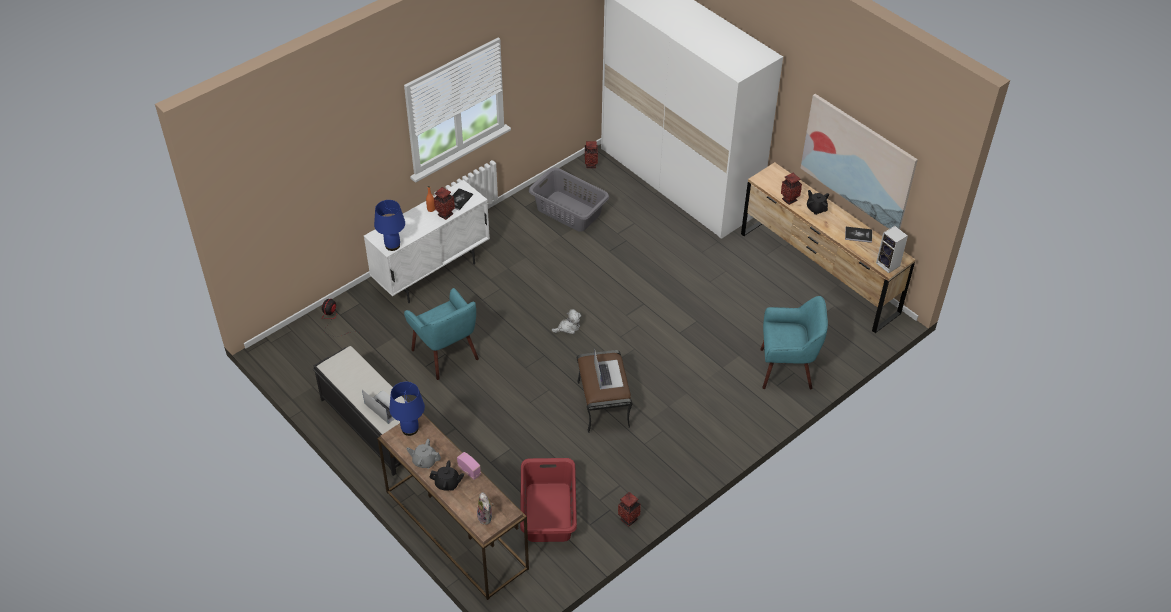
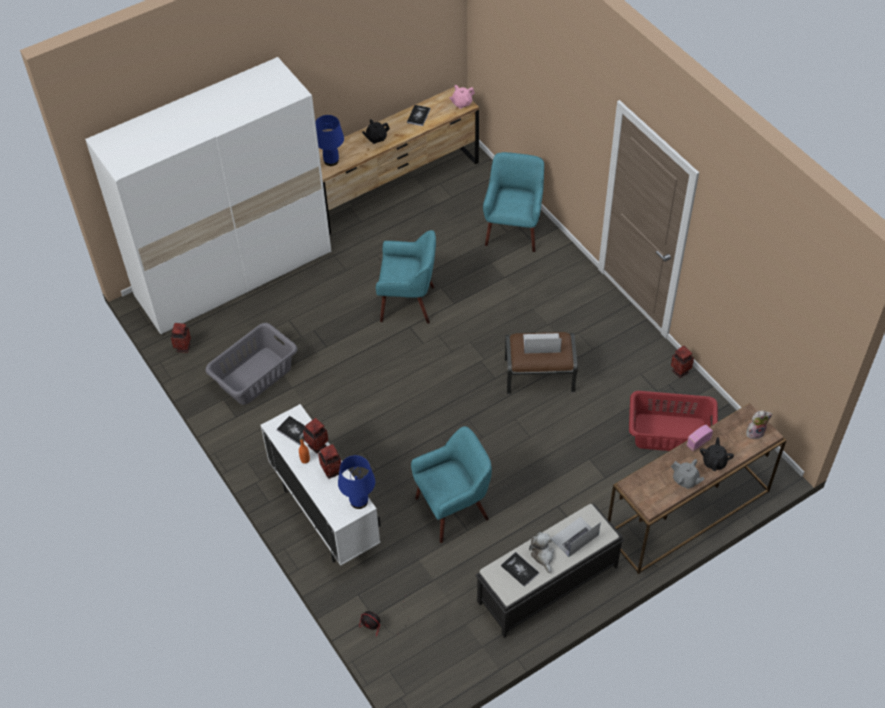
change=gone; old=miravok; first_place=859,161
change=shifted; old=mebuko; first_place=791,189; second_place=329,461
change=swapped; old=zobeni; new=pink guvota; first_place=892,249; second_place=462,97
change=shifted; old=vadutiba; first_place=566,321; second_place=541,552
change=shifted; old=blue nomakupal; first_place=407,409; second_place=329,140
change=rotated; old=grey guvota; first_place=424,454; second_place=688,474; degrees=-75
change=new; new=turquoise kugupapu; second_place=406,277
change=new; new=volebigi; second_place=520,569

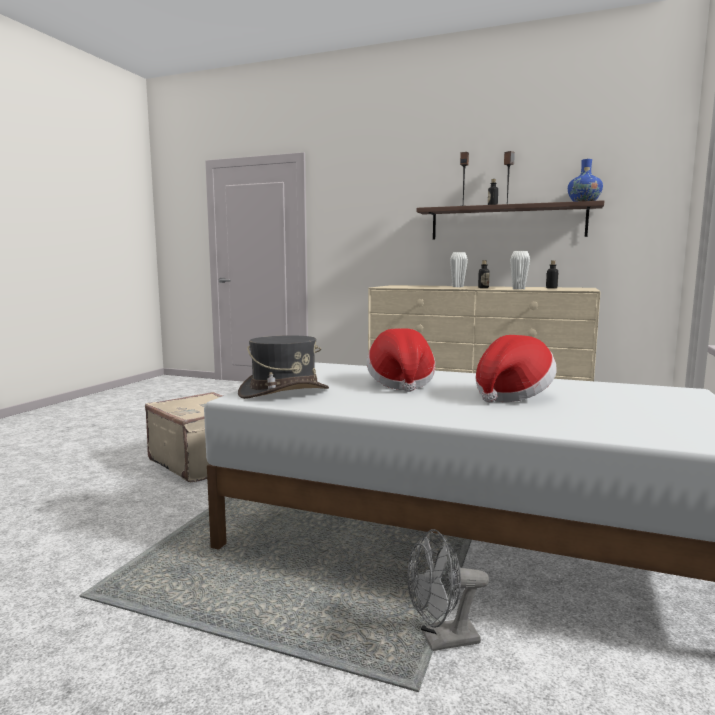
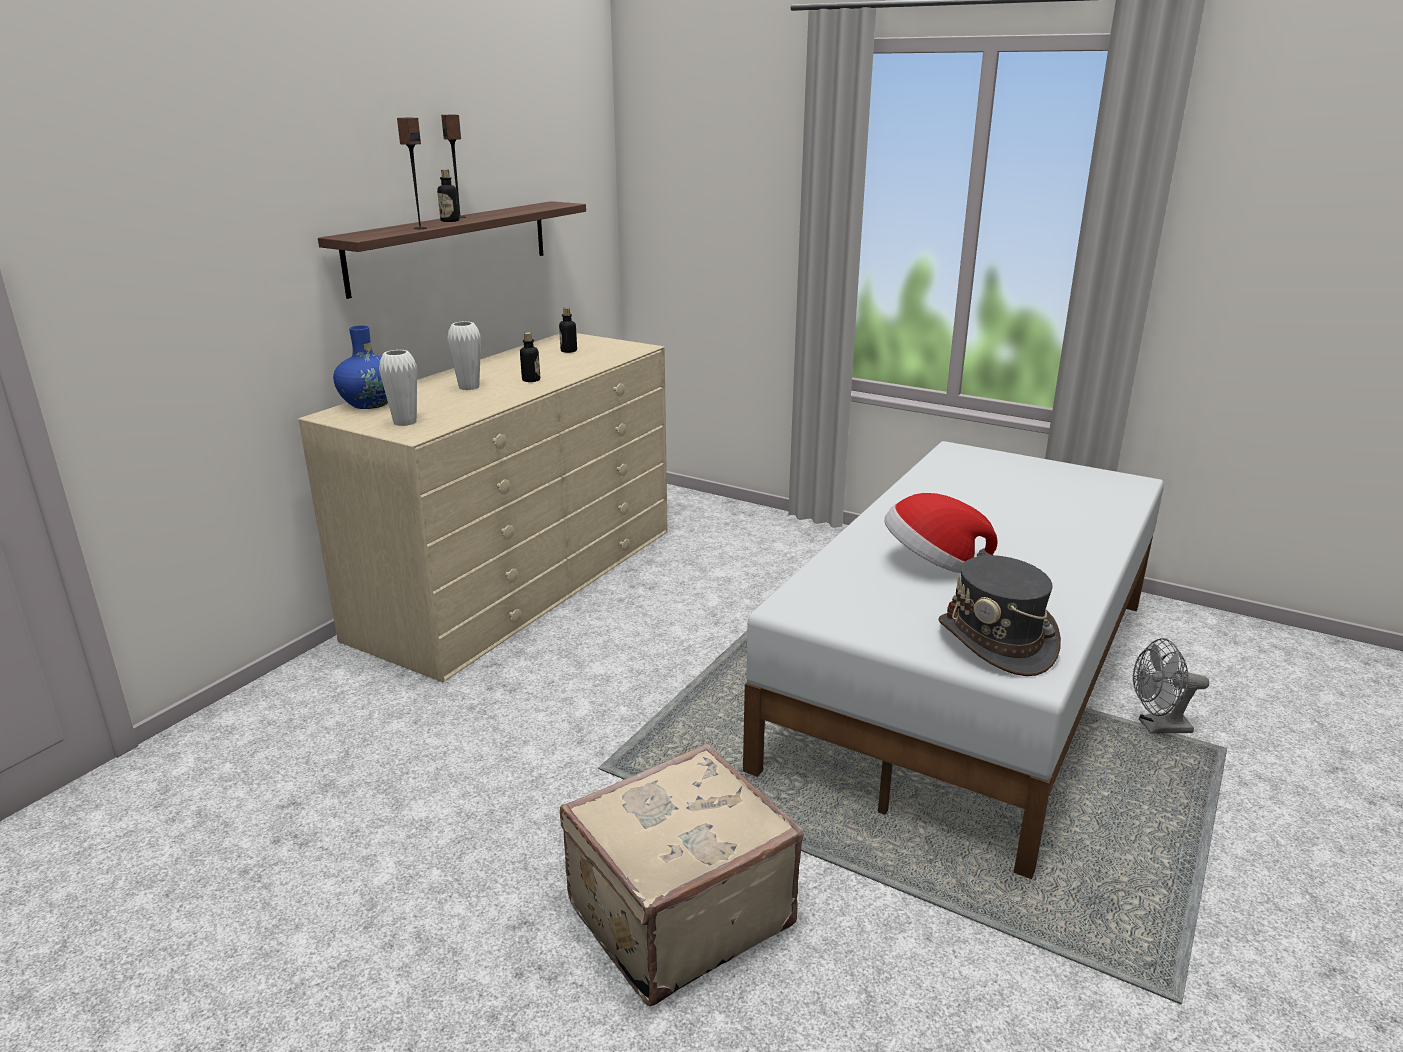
change=shifted; old=blue mebuko; first_place=585,180; second_place=360,367
change=shifted; old=white mebuko; first_place=520,270; second_place=398,388
change=gone; old=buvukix; first_place=516,369
change=rotated; old=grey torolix; first_place=448,590; second_place=1171,686; degrees=90

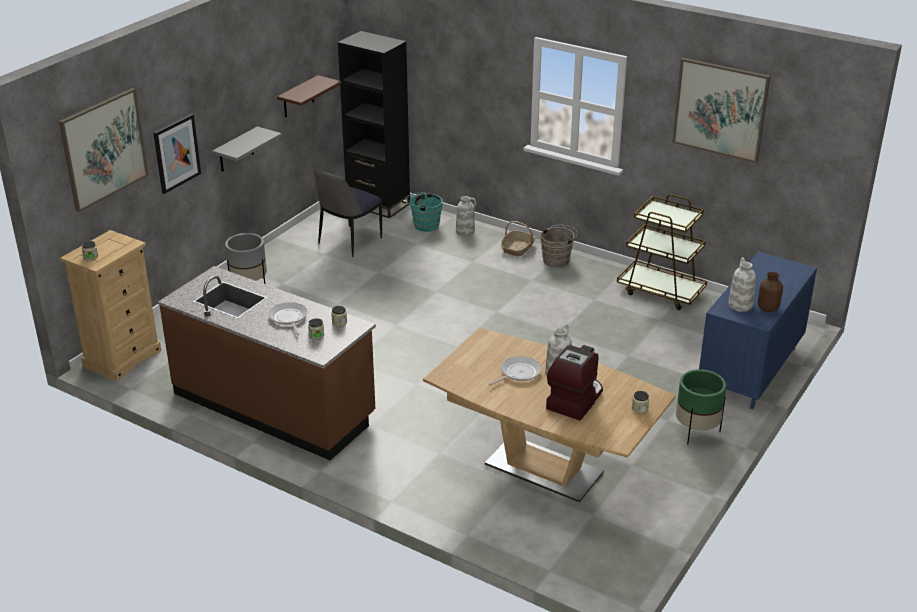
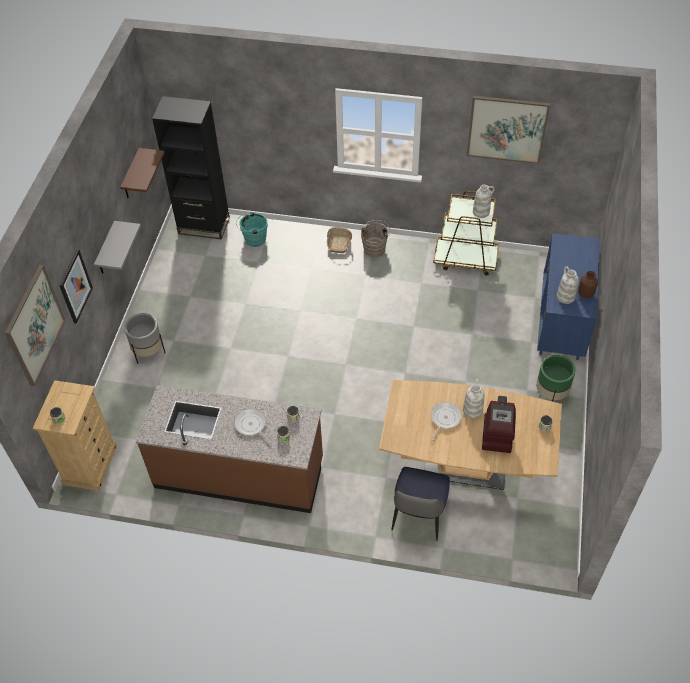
change=shifted; old=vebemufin; first_place=348,212; second_place=420,504
change=shifted; old=white mebuko; first_place=466,216; second_place=484,201

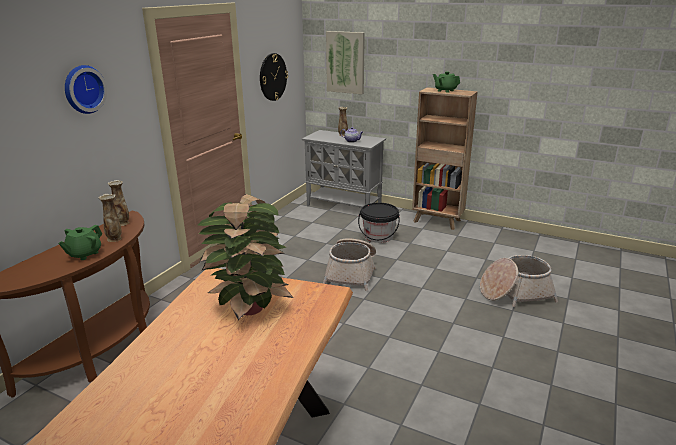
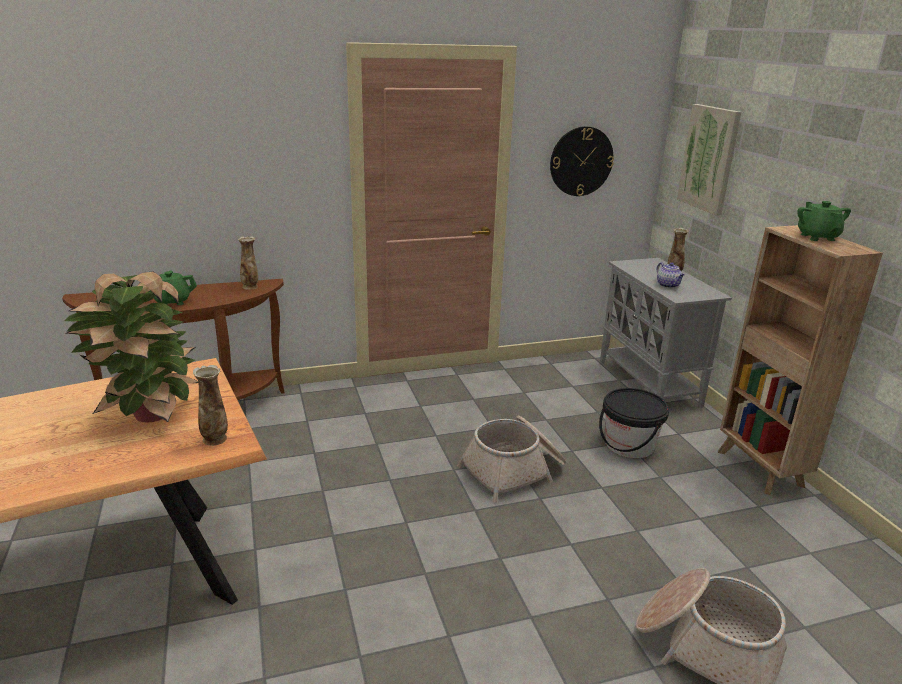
change=gone; old=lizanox; first_place=86,89
change=shifted; old=mebuko; first_place=110,218; second_place=210,405

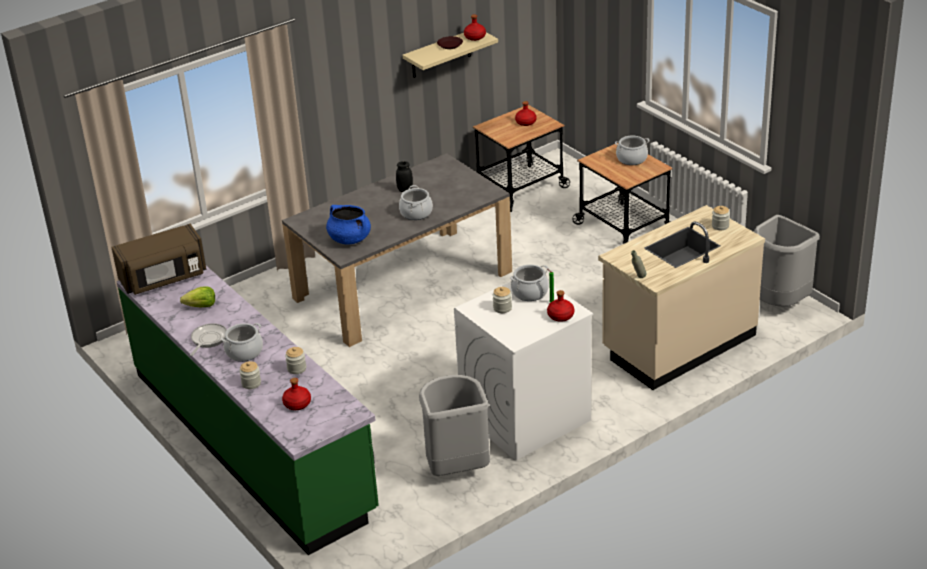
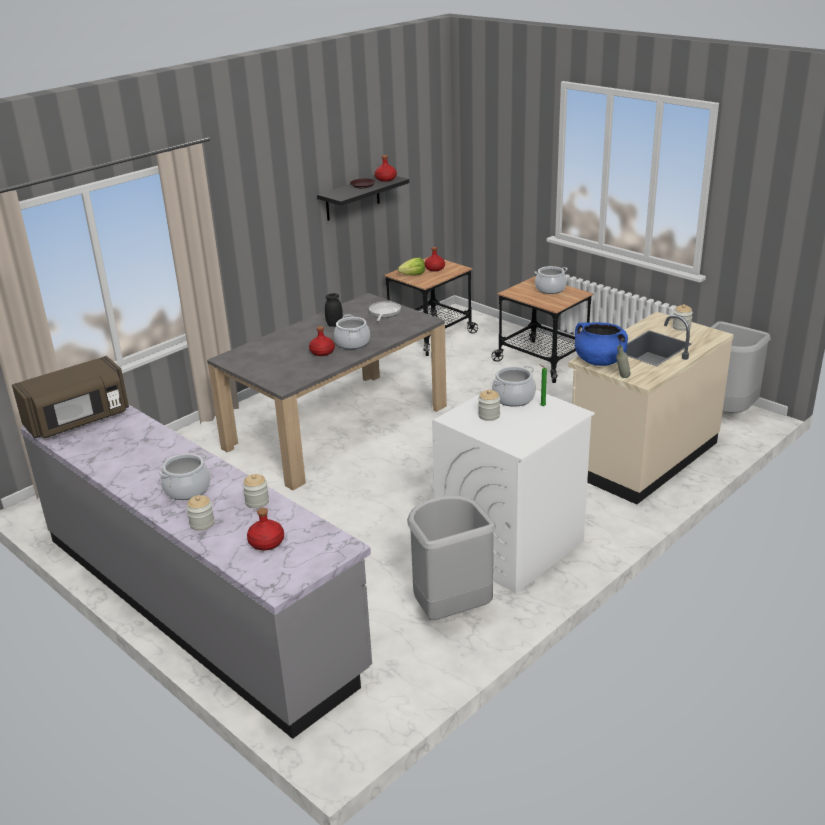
change=repainted; old=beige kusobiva; new=black kusobiva; first_place=450,55; second_place=363,198
change=shifted; old=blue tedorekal; first_place=348,225; second_place=601,344
change=repainted; old=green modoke; new=grey modoke; first_place=248,410; second_place=196,571
change=shifted; old=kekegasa; first_place=197,296; second_place=411,266
change=shifted; old=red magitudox; first_place=560,306; second_place=322,341
change=shifted; old=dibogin; first_place=208,339; second_place=385,311

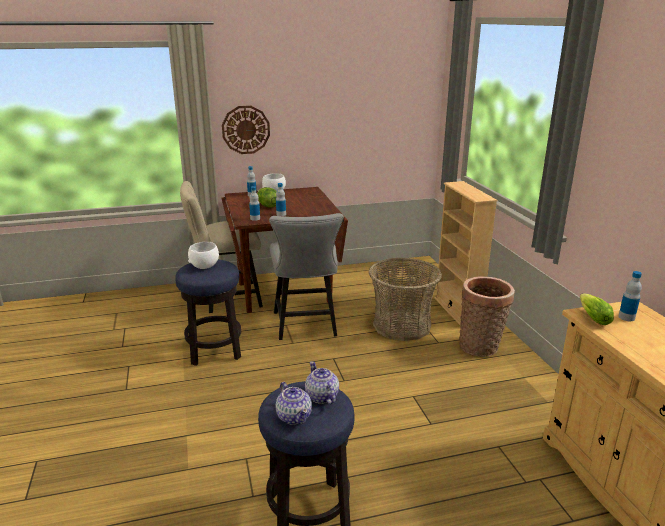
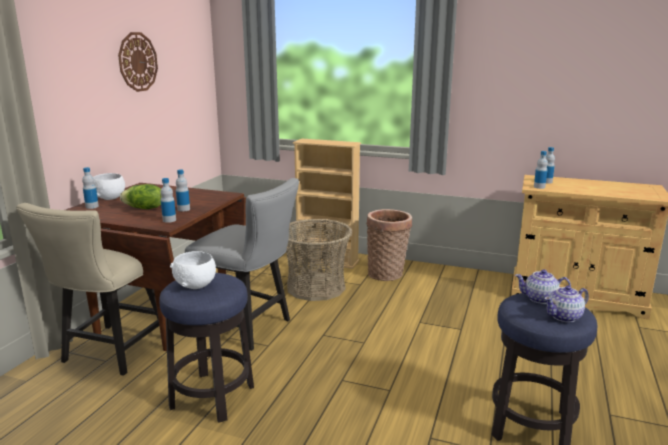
change=shifted; old=lizanox; first_place=246,130; second_place=138,62
change=swapped; old=kekegasa; new=magitudox; first_place=597,309; second_place=541,170
change=rotated; old=guvota; first_place=294,403; second_place=566,303; degrees=150

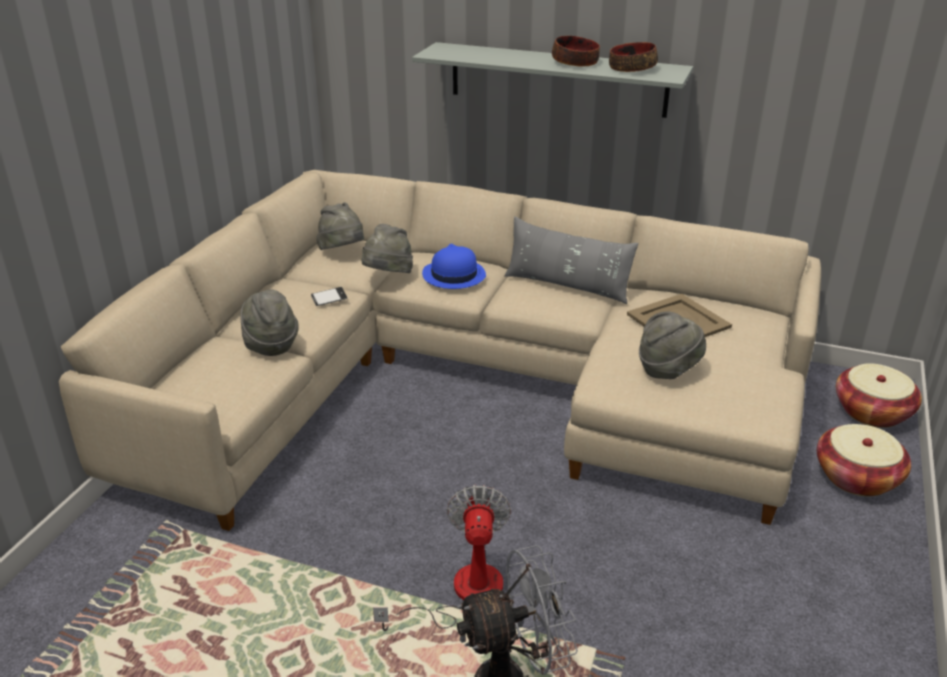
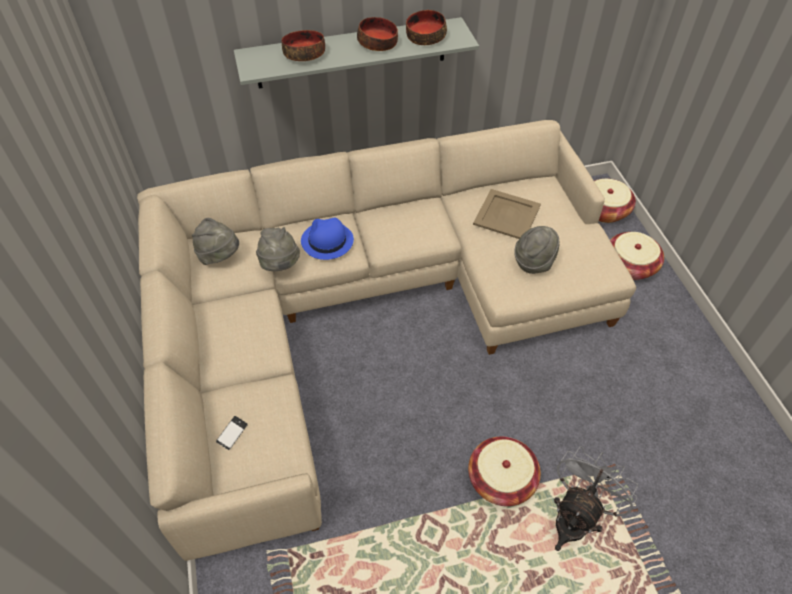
change=gone; old=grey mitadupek; first_place=571,260
change=shifted; old=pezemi; first_place=329,296; second_place=232,433
change=gone; old=grey buvukix; first_place=269,322
change=swapped; old=torolix; new=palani; first_place=442,558; second_place=504,471
change=new; new=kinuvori; second_place=303,45

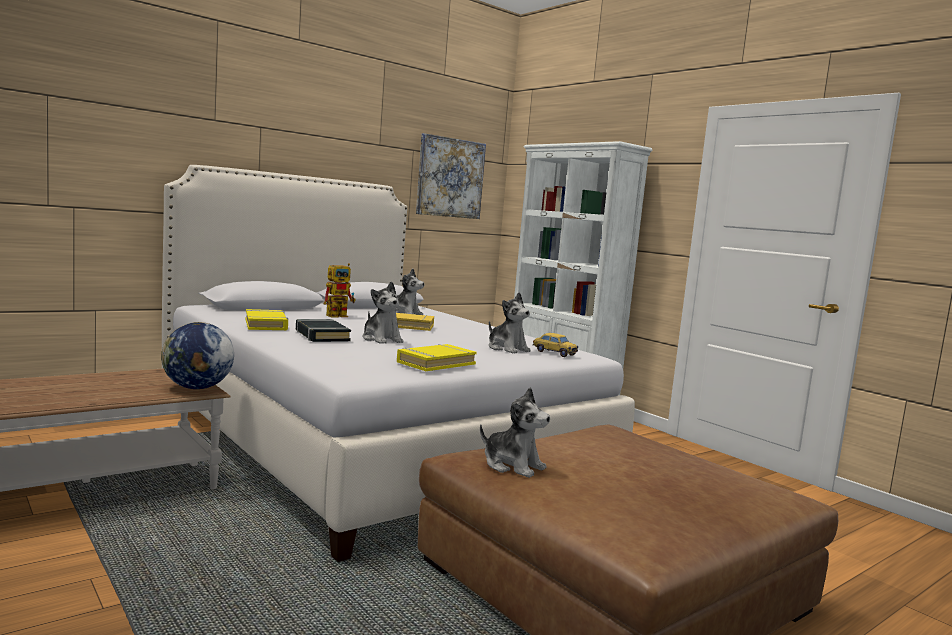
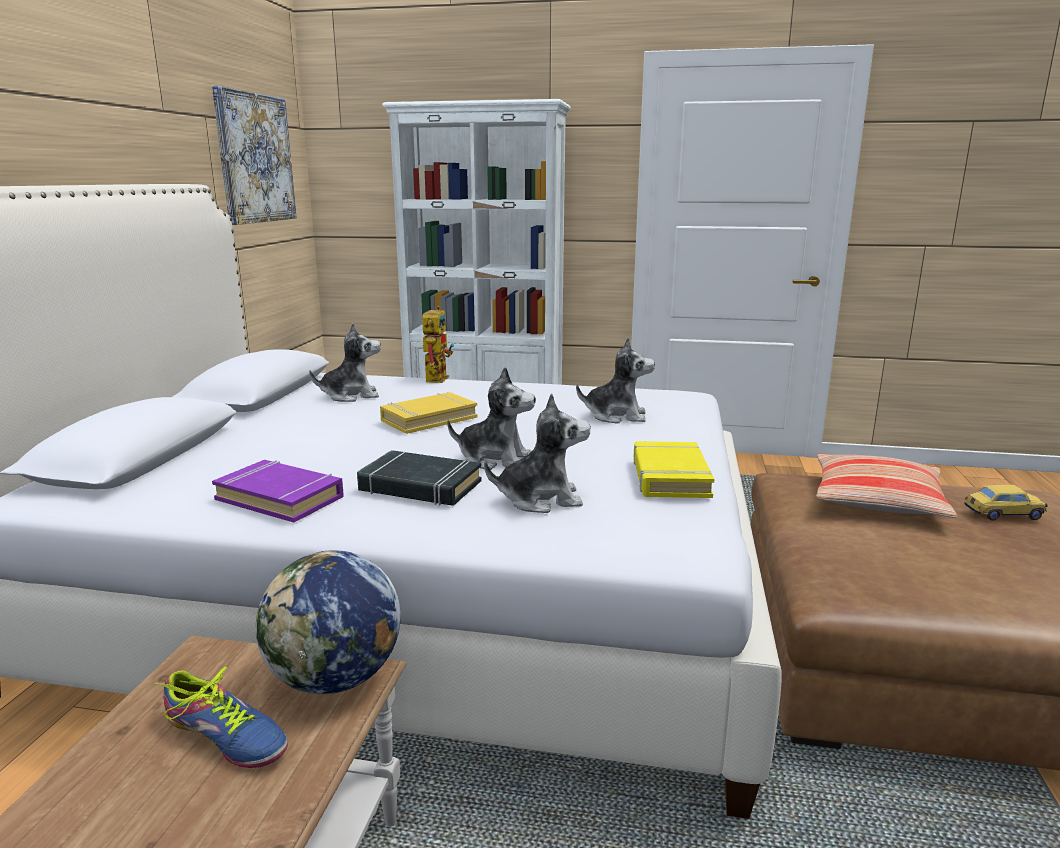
change=shifted; old=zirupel; first_place=340,290; second_place=438,344
change=repainted; old=yellow volebigi; new=purple volebigi; first_place=267,319; second_place=278,491
change=shifted; old=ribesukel; first_place=555,345; second_place=1006,503
change=shifted; old=vadutiba; first_place=515,432; second_place=537,453
change=new; new=mitadupek; second_place=886,486
change=new; new=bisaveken; second_place=221,717

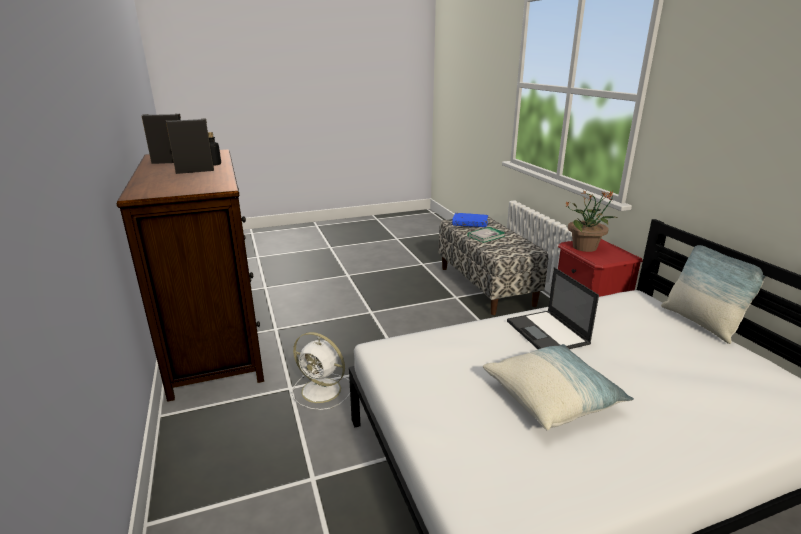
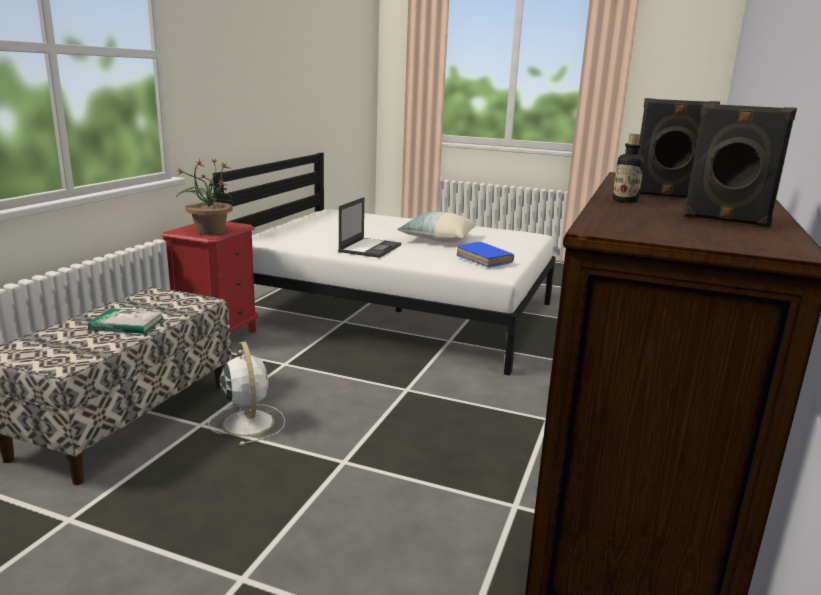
change=shifted; old=blue volebigi; first_place=470,220; second_place=485,255
change=gone; old=mitadupek; first_place=714,294
change=shifted; old=white torolix; first_place=321,371; second_place=246,393

